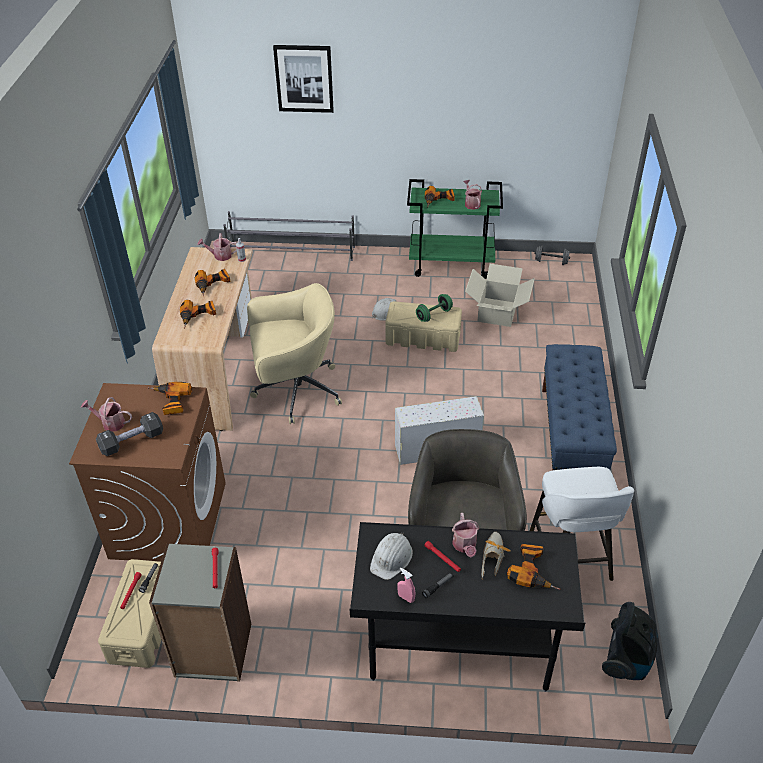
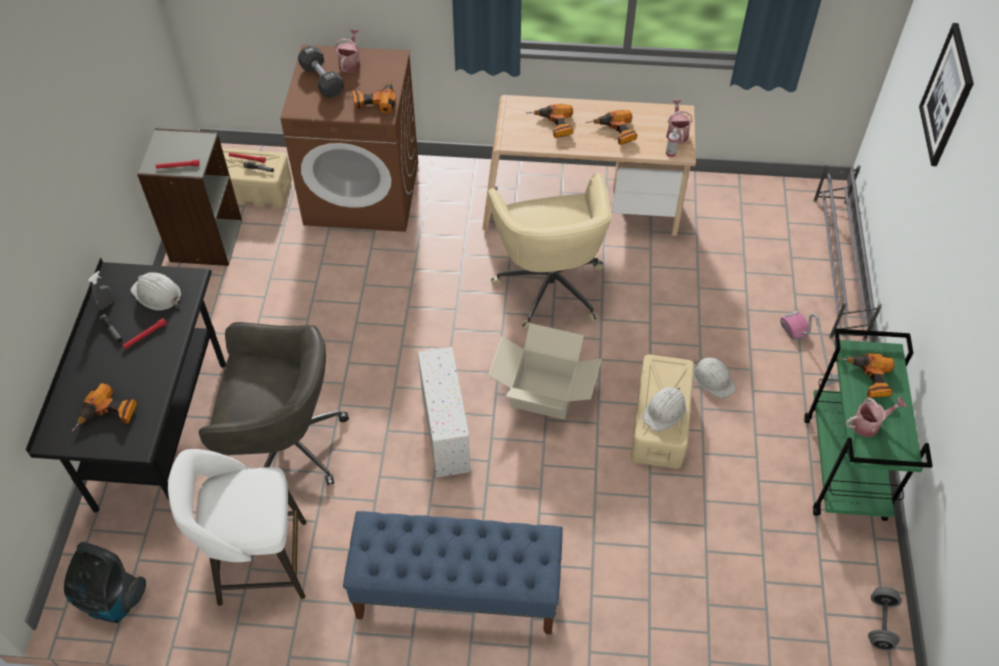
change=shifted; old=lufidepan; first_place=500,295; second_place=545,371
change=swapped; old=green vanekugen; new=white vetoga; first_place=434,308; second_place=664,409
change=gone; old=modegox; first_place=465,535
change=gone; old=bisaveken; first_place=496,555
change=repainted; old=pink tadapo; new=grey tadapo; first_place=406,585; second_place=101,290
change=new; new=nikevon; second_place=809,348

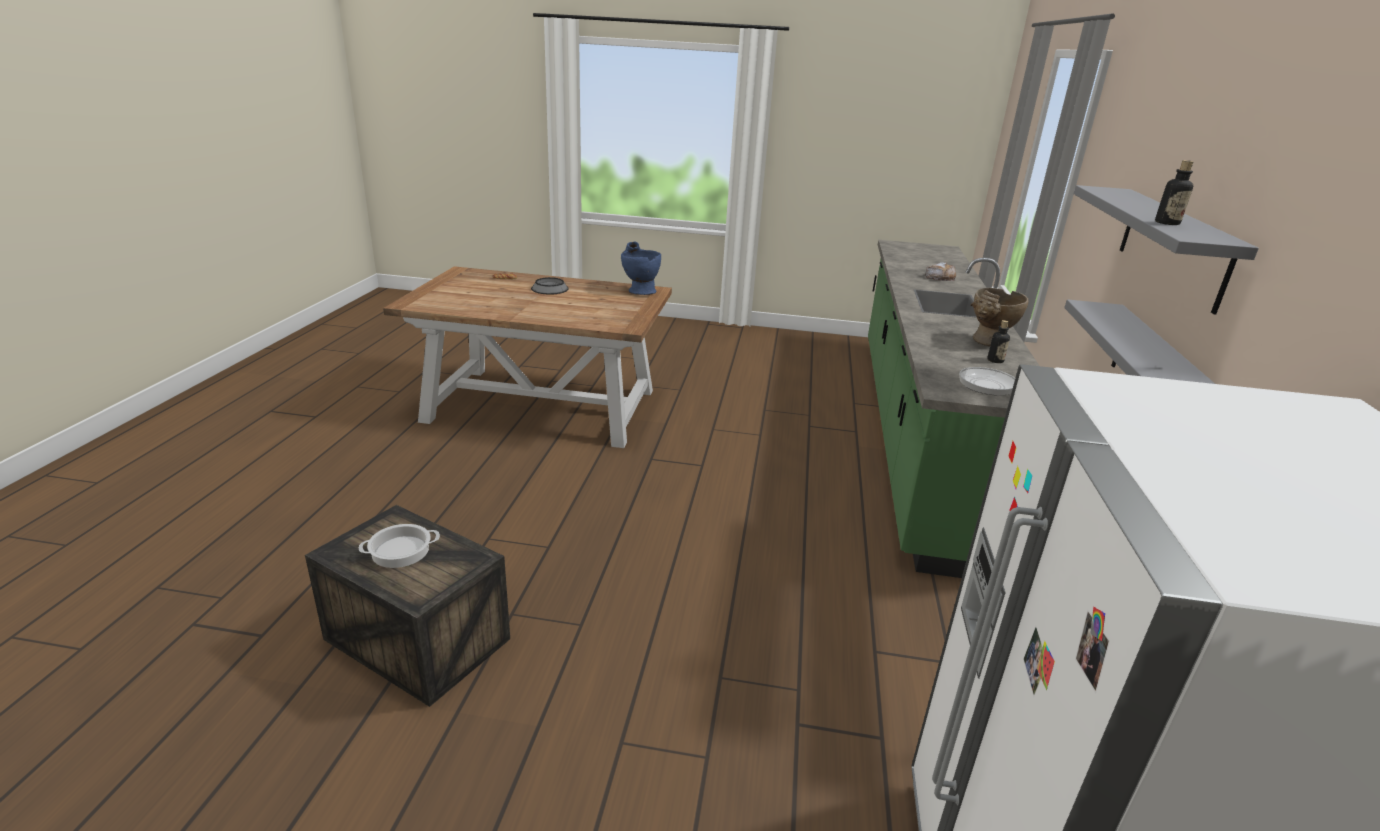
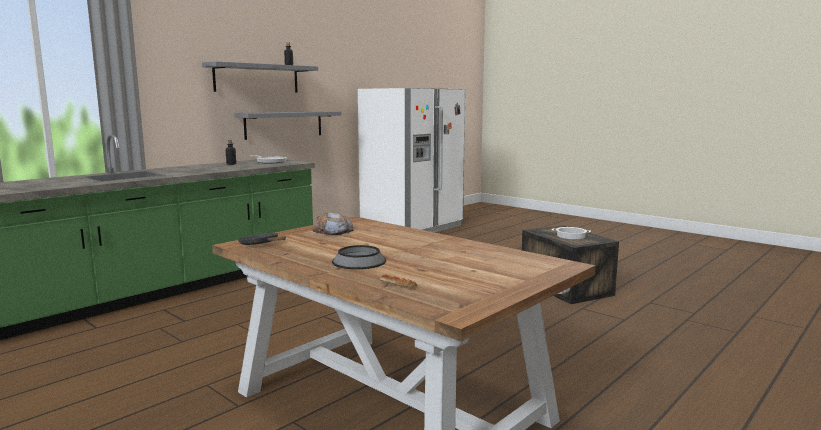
change=swapped; old=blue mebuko; new=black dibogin; first_place=641,268; second_place=262,239
change=shifted; old=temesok; first_place=940,271; second_place=333,223
change=gone; old=beige mebuko; first_place=1000,317

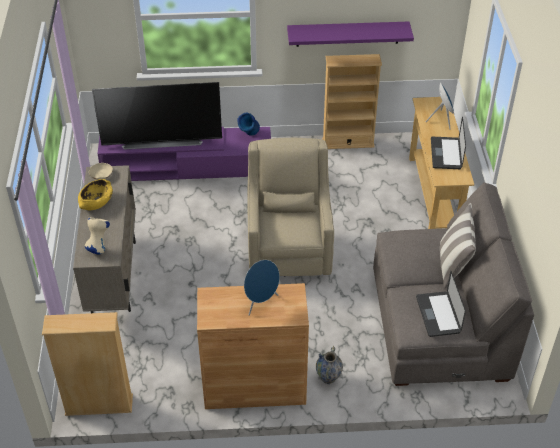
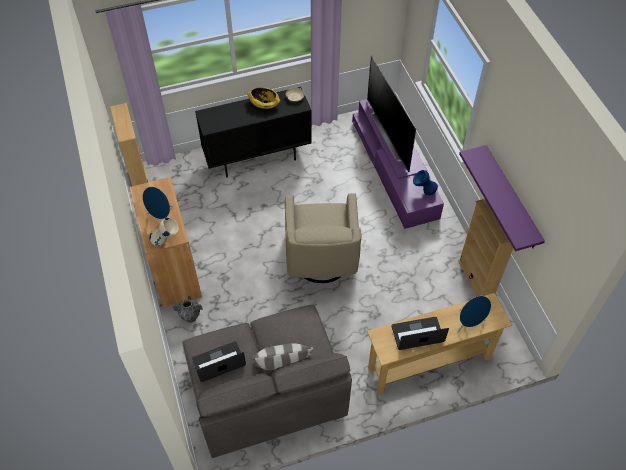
change=rotated; old=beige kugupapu; first_place=290,207; second_place=323,238; degrees=105
change=repainted; old=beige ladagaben; new=black ladagaben; first_place=104,239; second_place=253,132
change=shifted; old=beige mebuko; first_place=97,235; second_place=164,232

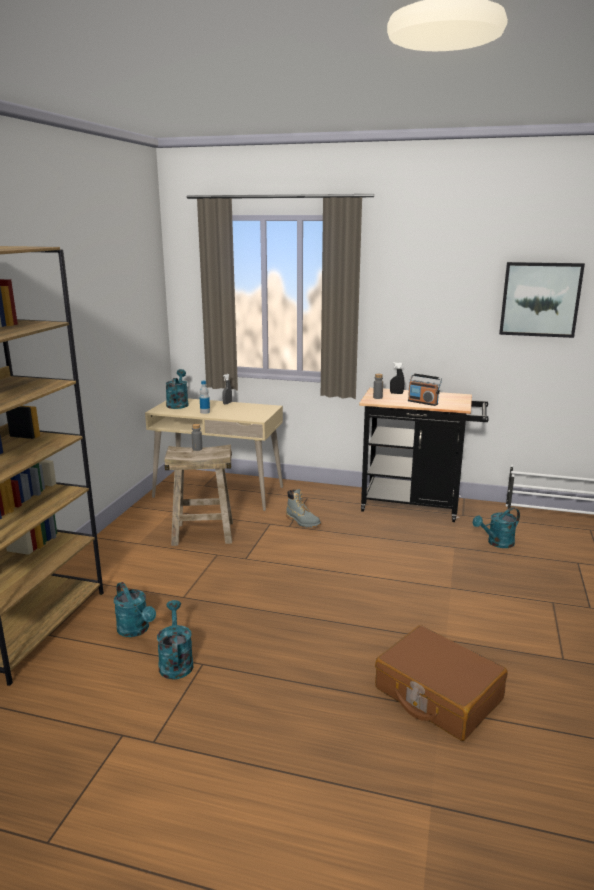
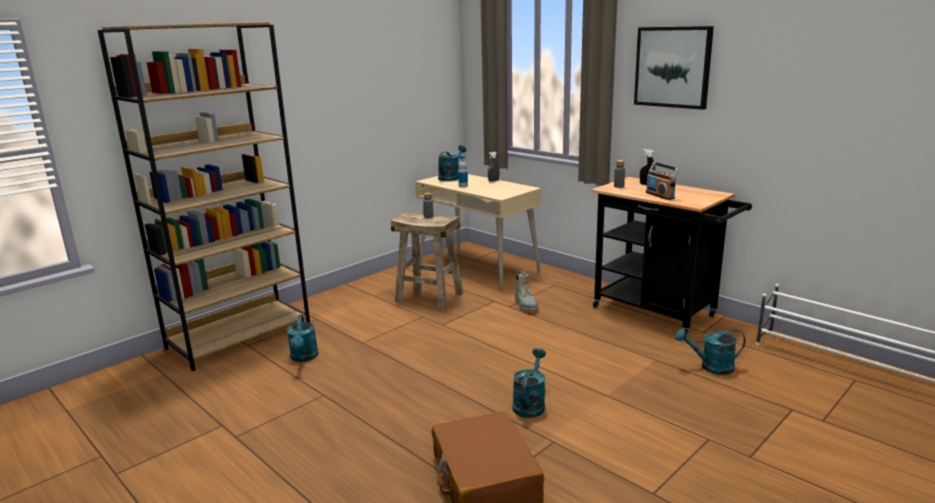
change=shifted; old=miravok; first_place=542,300; second_place=674,68
change=shifted; old=turquoise modegox; first_place=175,640; second_place=529,383

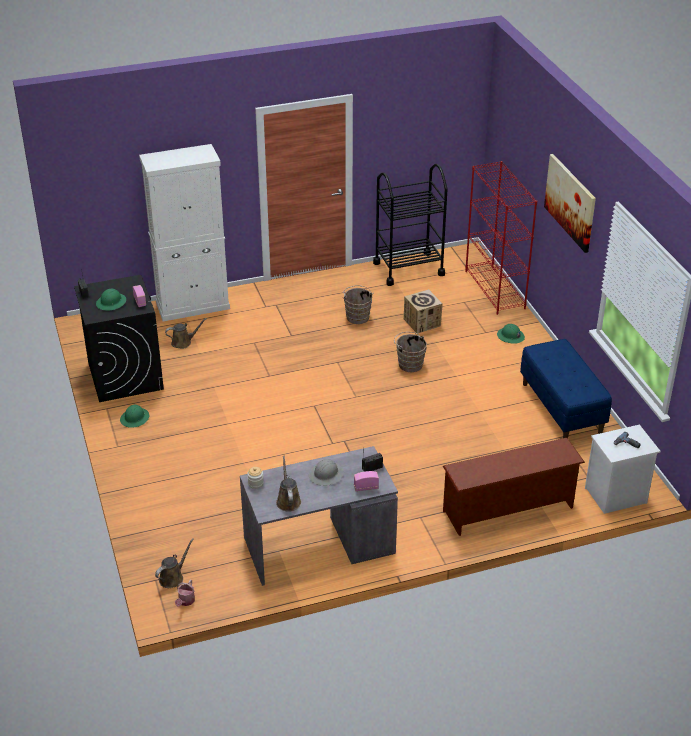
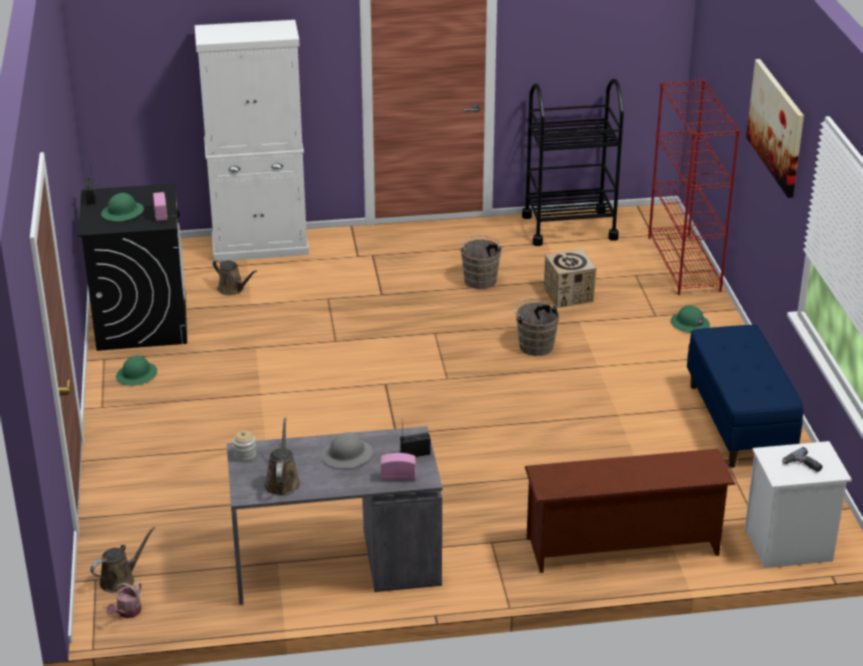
change=rotated; old=brown modegox; first_place=186,333; second_place=235,277; degrees=45

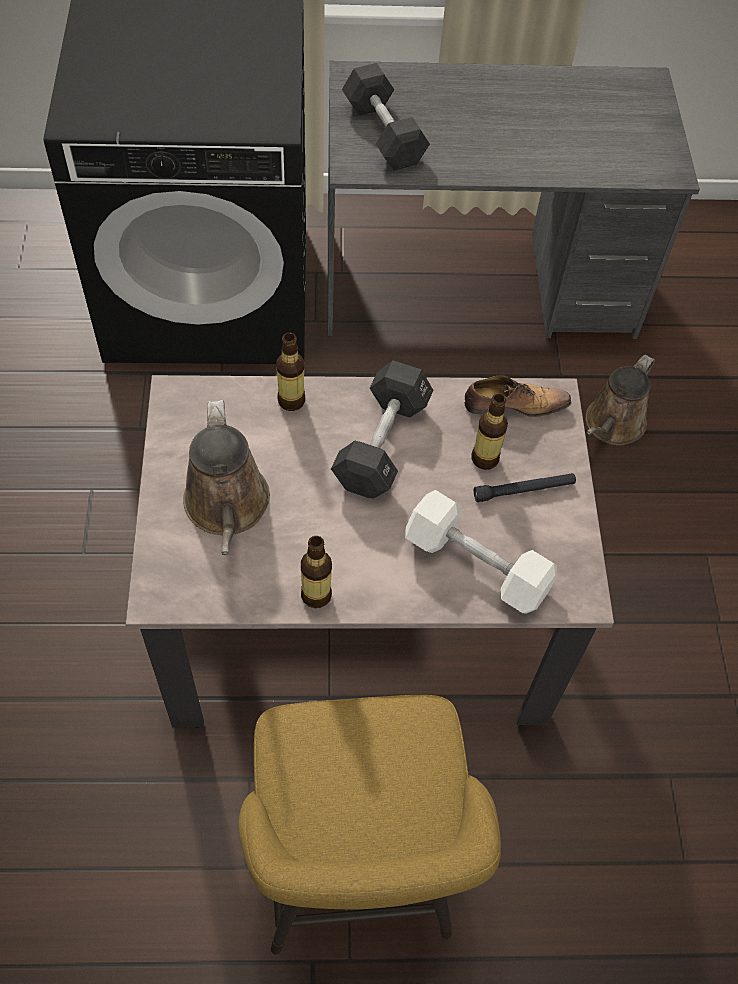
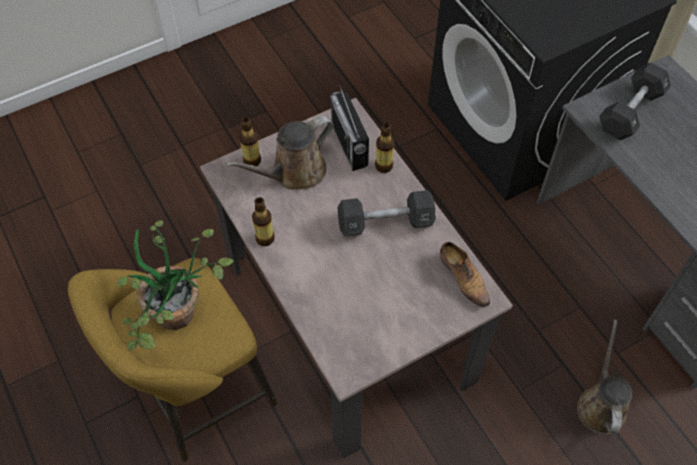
change=rotated; old=brown modegox; first_place=620,400; second_place=604,377; degrees=90
change=shifted; old=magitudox; first_place=489,431; second_place=250,141
change=gone; old=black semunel; first_place=525,487
change=gone; old=white vanekugen; first_place=481,552
change=new; new=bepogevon; second_place=349,128
change=new; new=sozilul; second_place=175,285

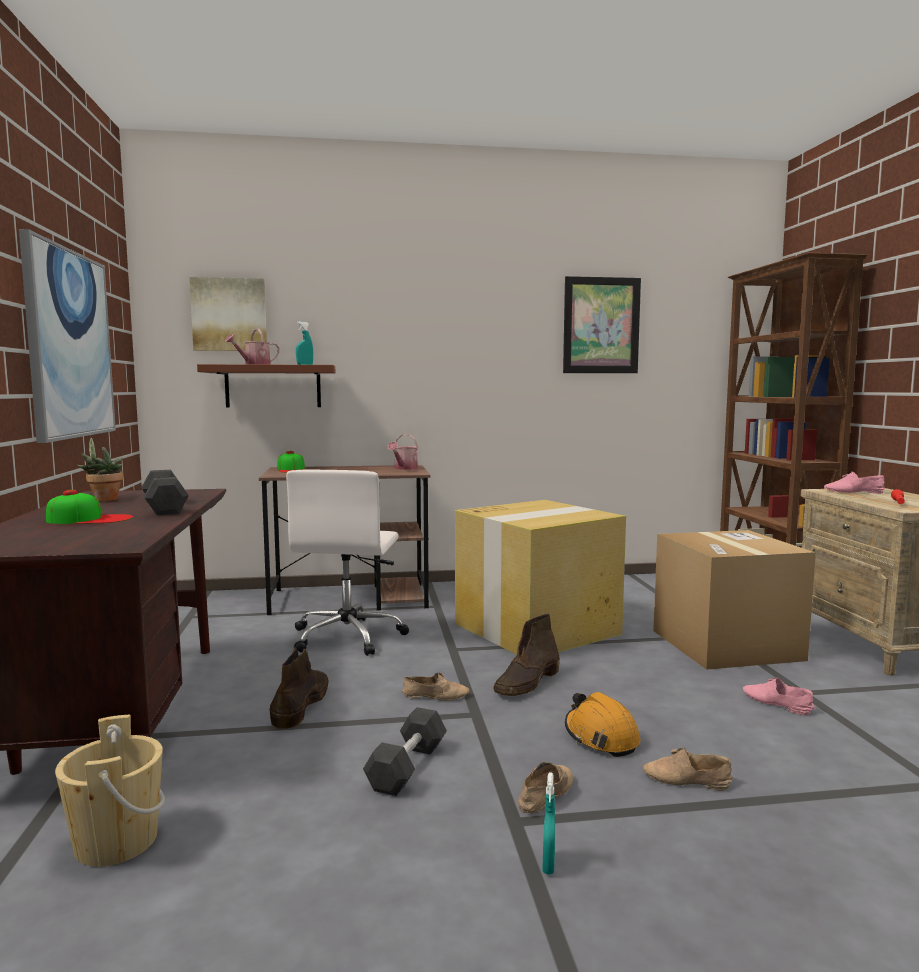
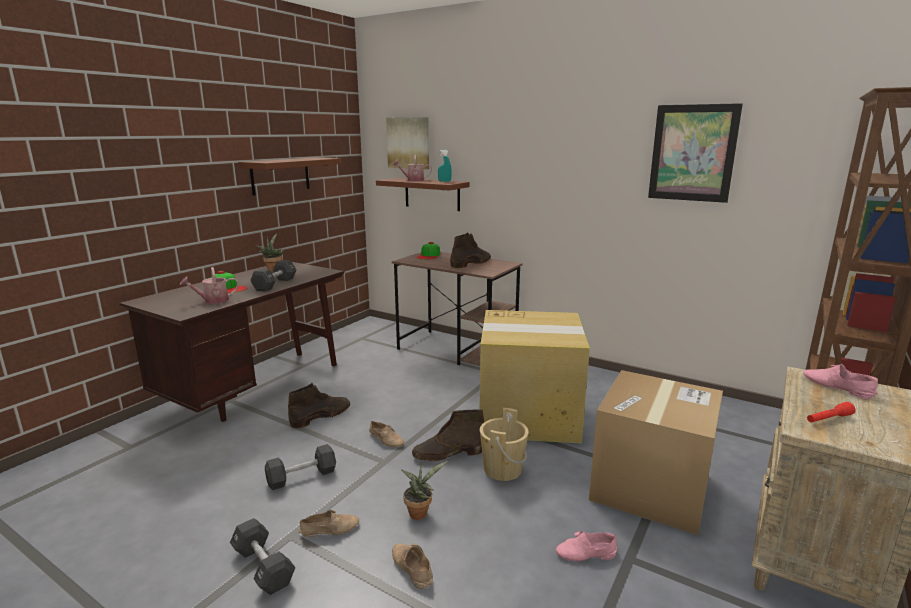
change=swapped; old=miravok; new=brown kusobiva; first_place=67,336; second_place=290,176
change=shifted; old=modegox; first_place=403,452; second_place=209,285
change=gone; old=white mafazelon; first_place=347,563
change=rotated; old=pink bisaveken; first_place=779,696; second_place=586,546; degrees=-90
change=swapped; old=orange vetoga; new=sozilul; first_place=603,724; second_place=424,490
change=shifted; old=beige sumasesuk; first_place=110,791; second_place=504,444
change=swapped; old=turquoise tadapo; new=black vanekugen; first_place=548,823; second_place=263,556
change=new; new=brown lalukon; second_place=470,250

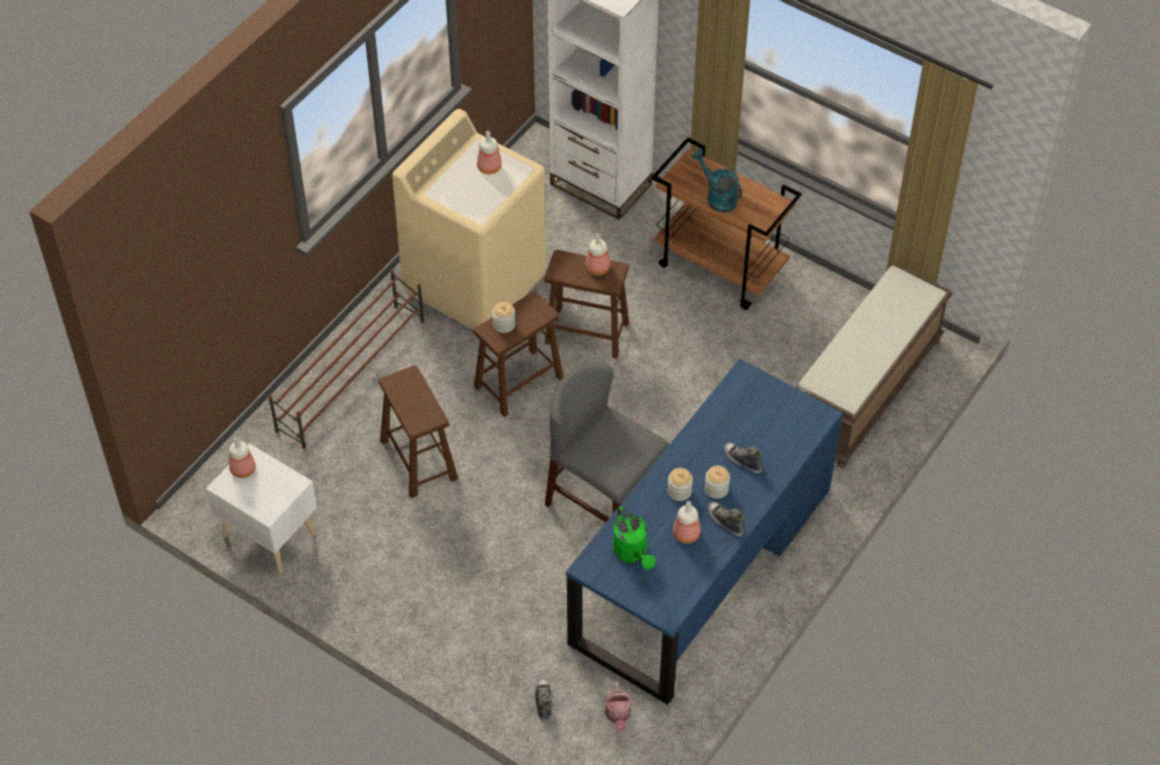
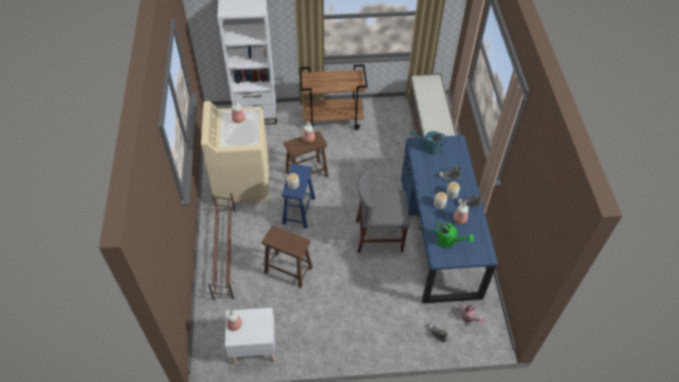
change=shifted; old=turquoise modegox; first_place=717,181; second_place=428,141
change=repainted; old=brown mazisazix; new=blue mazisazix; first_place=518,354; second_place=298,196

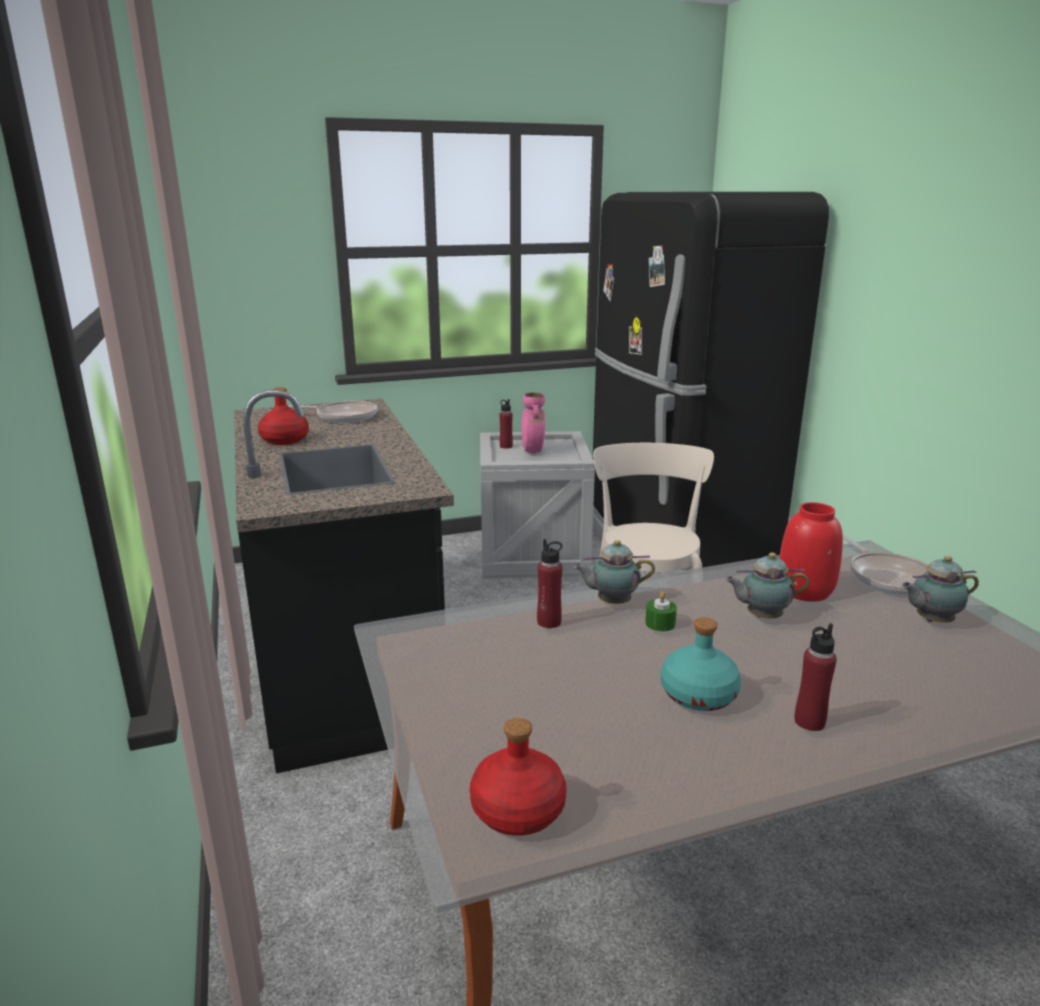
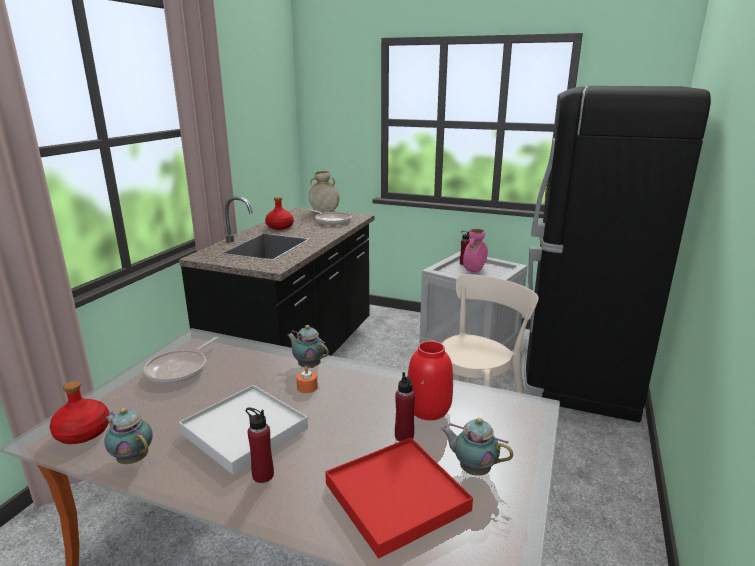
change=shifted; old=dibogin; first_place=885,565; second_place=181,360
change=shifted; old=red magitudox; first_place=550,583; second_place=405,406
change=shifted; old=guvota; first_place=767,585; second_place=129,436
change=repainted; old=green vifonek; new=orange vifonek; first_place=661,611; second_place=307,379
change=swapped; old=turquoise magitudox; new=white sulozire; first_place=701,664; second_place=243,430
change=new; new=beige mebuko; second_place=324,192
change=new; new=red sulozire; second_place=399,498

